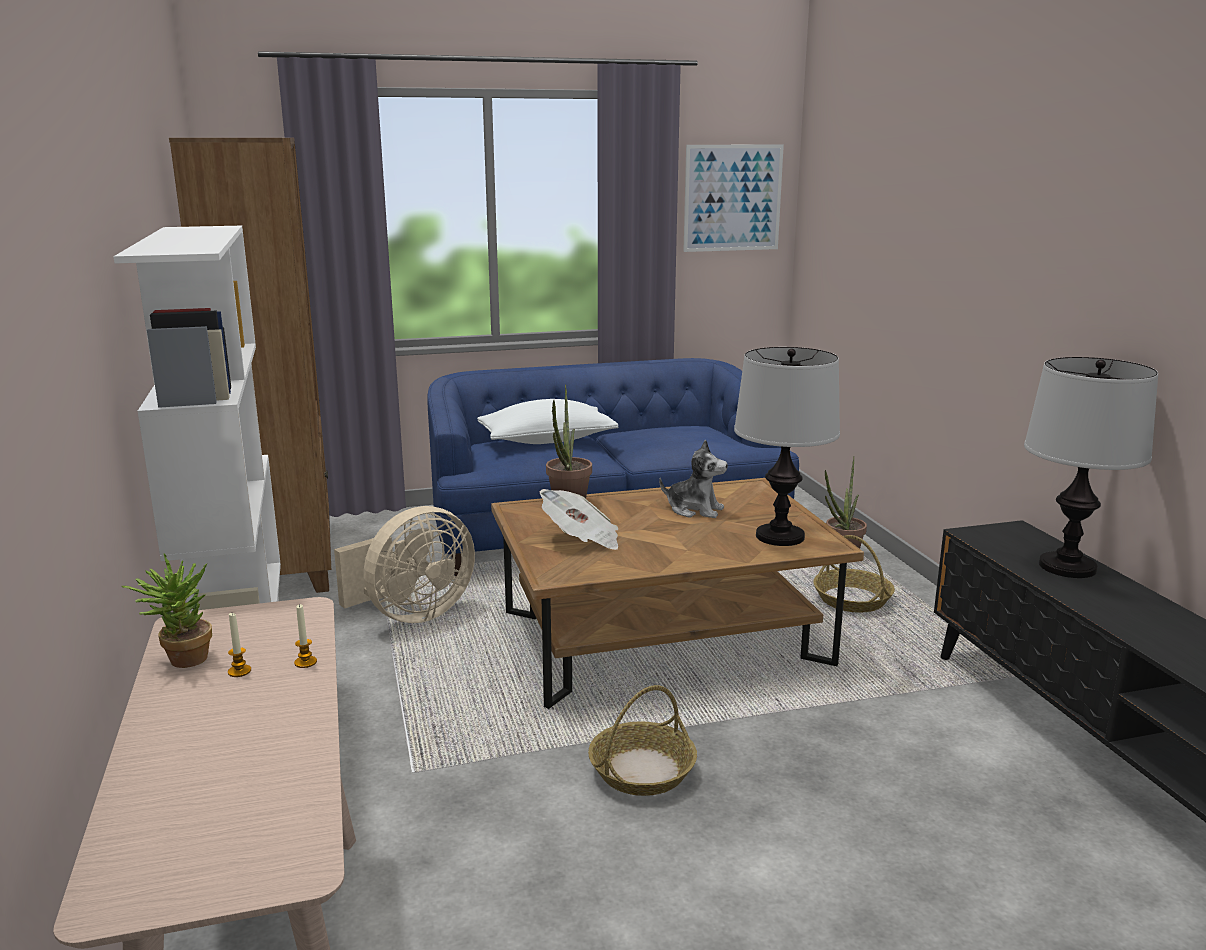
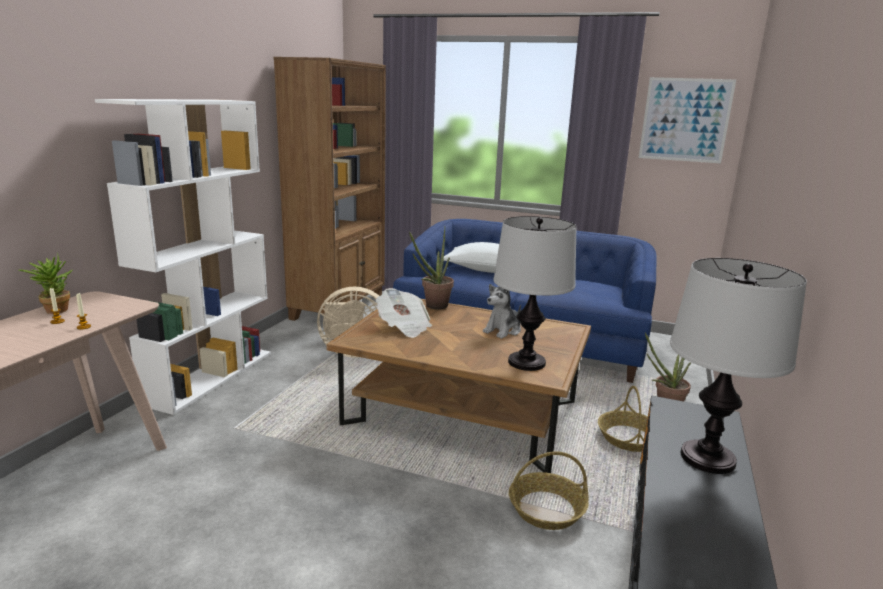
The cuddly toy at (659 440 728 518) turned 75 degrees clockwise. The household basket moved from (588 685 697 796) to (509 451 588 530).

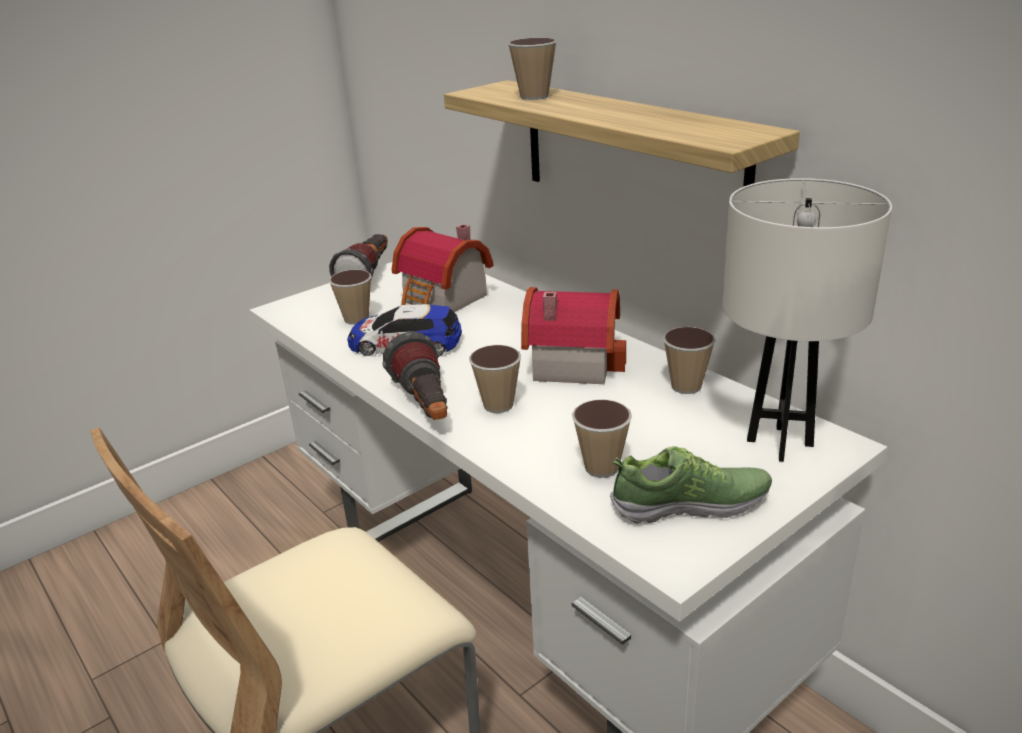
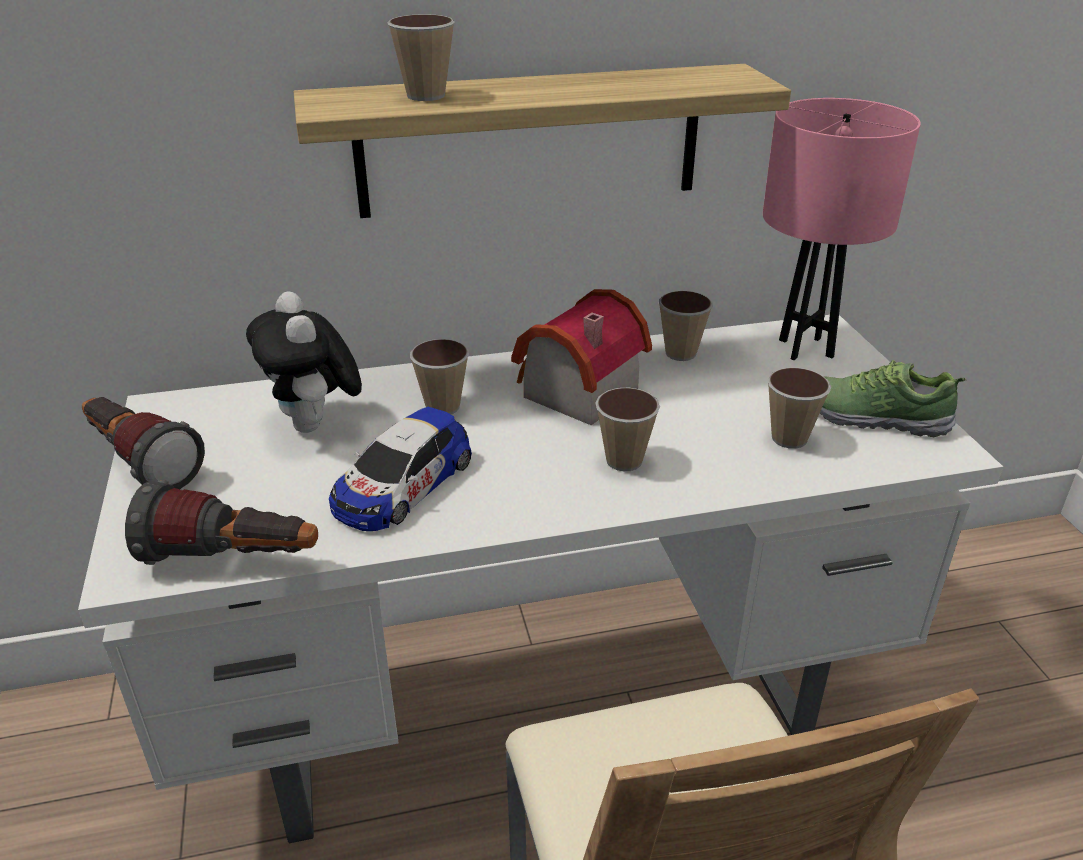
The tabletop lamp (whitish) at (722 178 892 462) became the tabletop lamp (pink) at (763 98 921 360). The miniature house at (392 224 494 312) was replaced by the cuddly toy at (246 292 362 433). The small cup moved from (329 269 371 325) to (410 339 469 415). The torch moved from (383 332 448 420) to (125 480 318 565). The shoe at (610 446 772 524) turned 90 degrees counterclockwise.

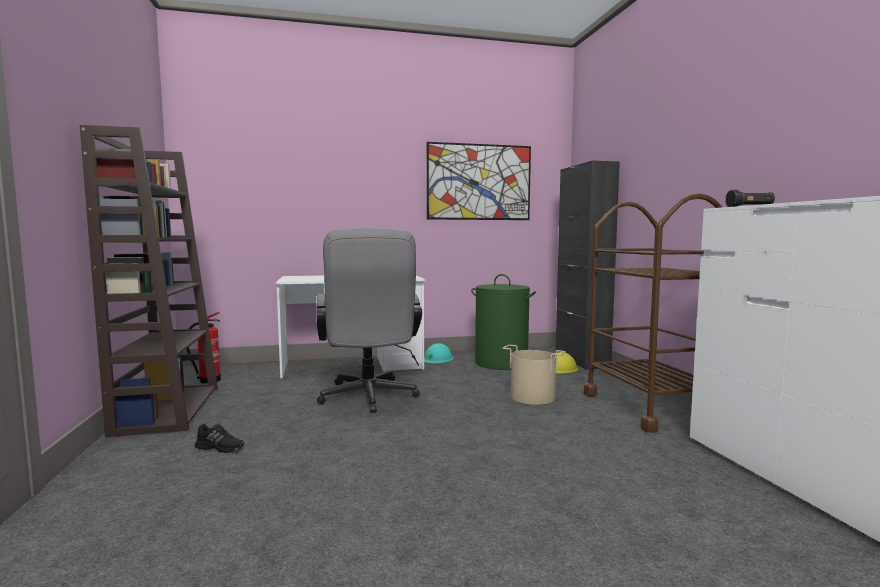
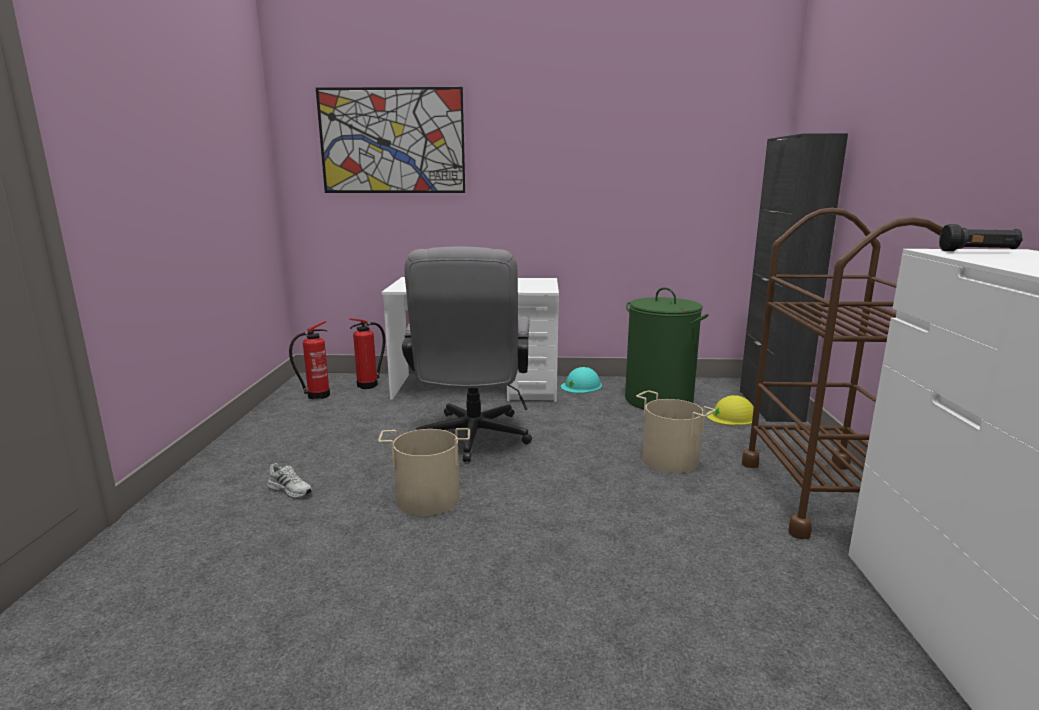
The bookcase (brown-coloured) at (80 125 218 437) disappeared. The wall picture moved from (427 142 531 220) to (316 87 465 193). The shoe (black) at (195 424 244 453) became the shoe (whitish) at (267 463 312 499). The fire extinguisher at (349 318 385 389) appeared. The bucket (beige) at (378 428 470 516) appeared.

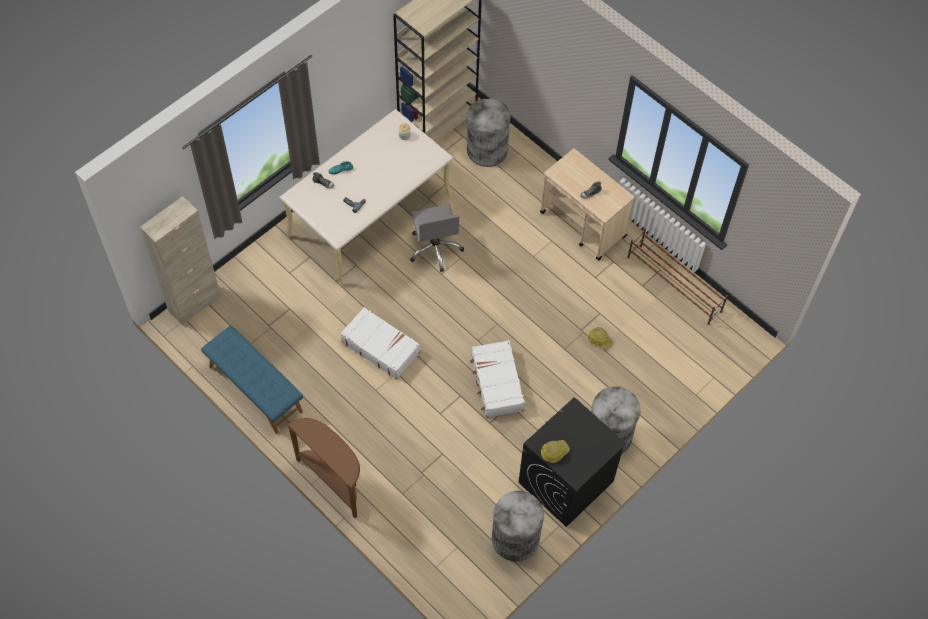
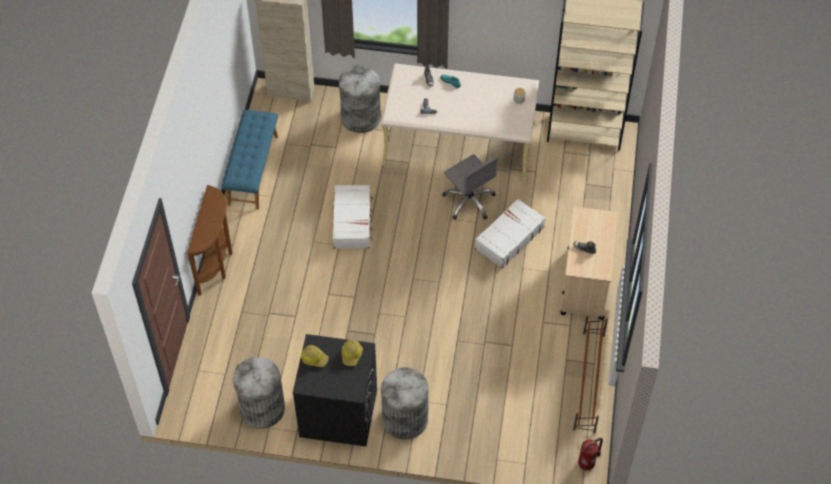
The rubbish bin (greyish) moved from (467 99 510 167) to (339 65 381 133). The computer chair (greyish) at (410 204 464 272) turned 75 degrees counterclockwise. The hard hat moved from (588 327 613 350) to (341 340 363 366). The suitcase (whitish) moved from (470 340 525 418) to (475 199 546 268). The fire extinguisher at (578 438 603 471) appeared.

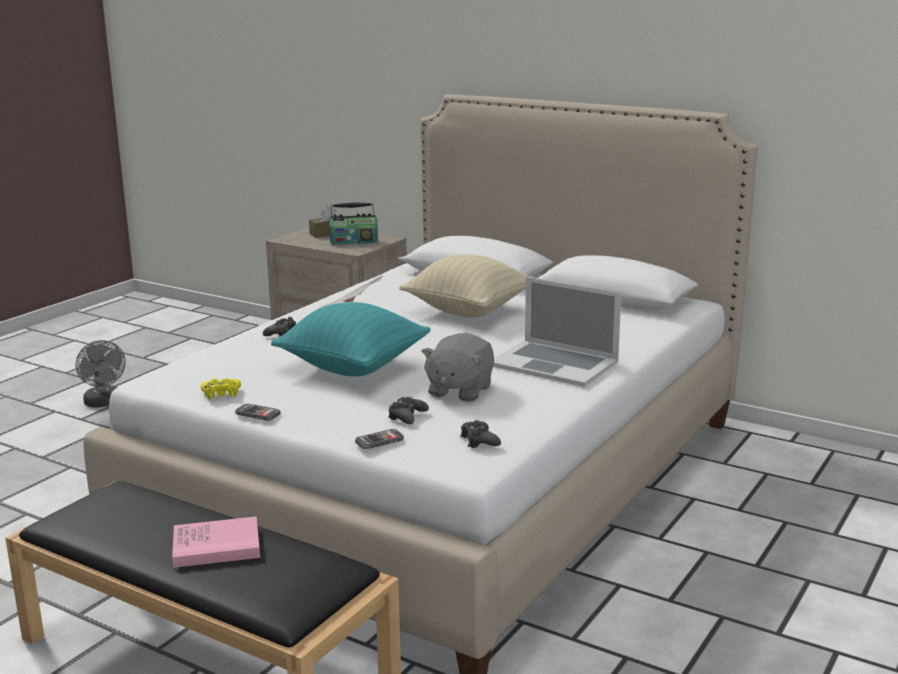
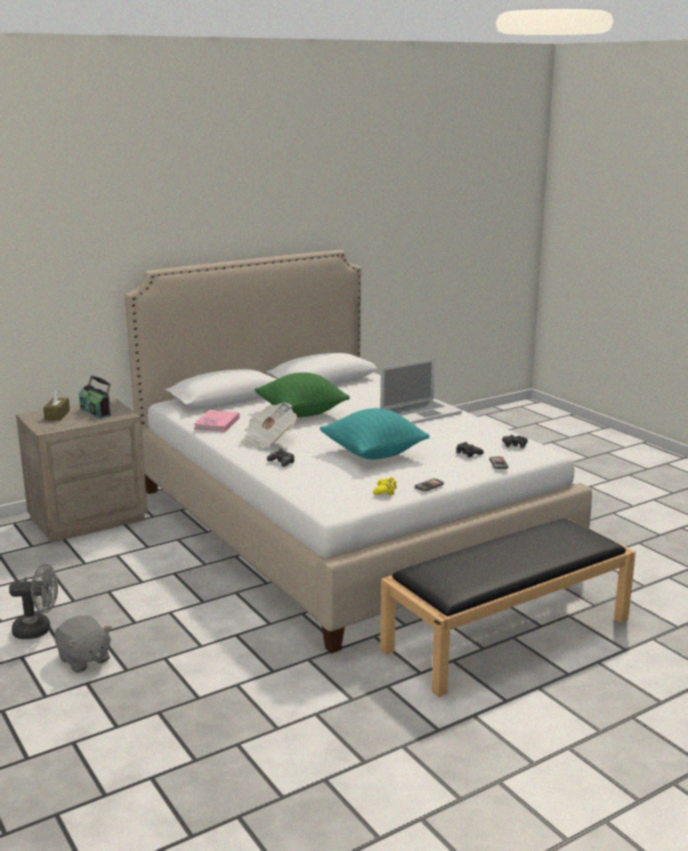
The radio set at (329 202 378 245) turned 120 degrees clockwise. The pillow (beige) at (399 254 536 317) became the pillow (green) at (254 372 350 417). The cuddly toy (greyish) moved from (421 333 494 402) to (55 616 112 673). The book (pink) moved from (172 516 260 568) to (194 410 240 432).

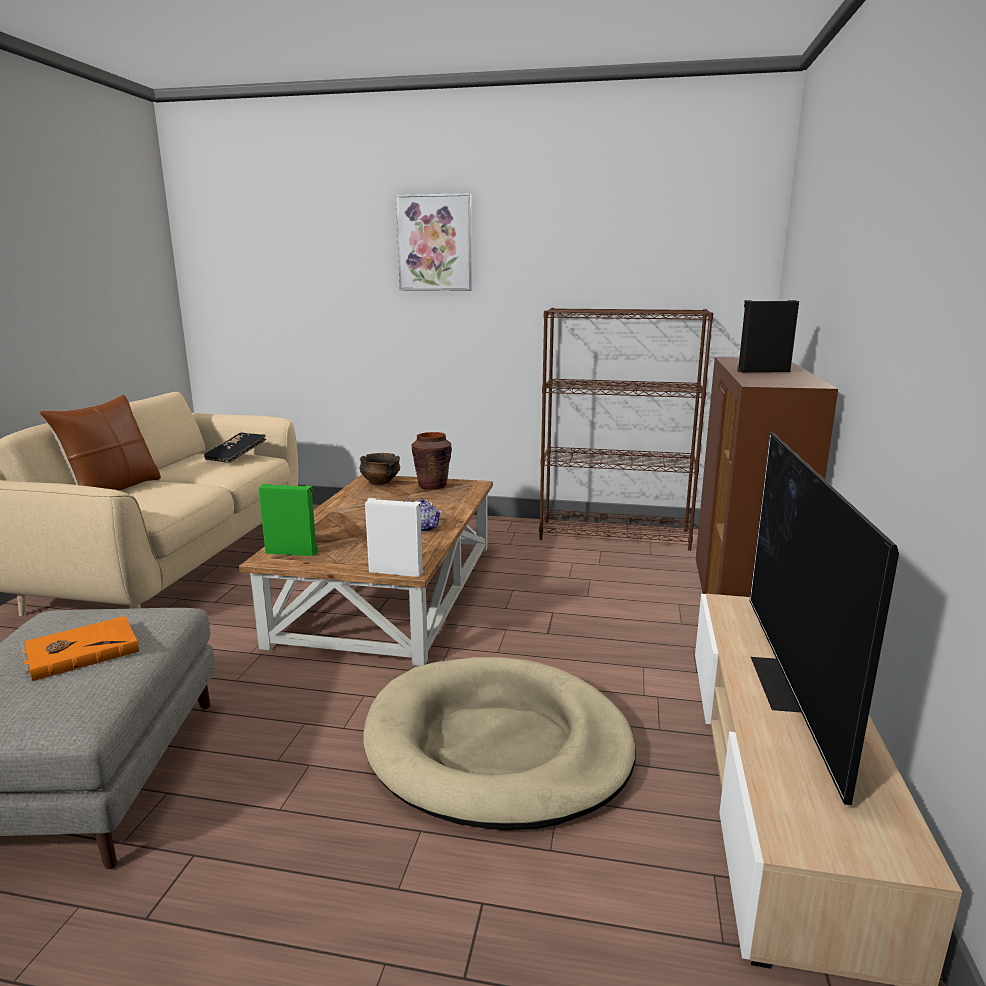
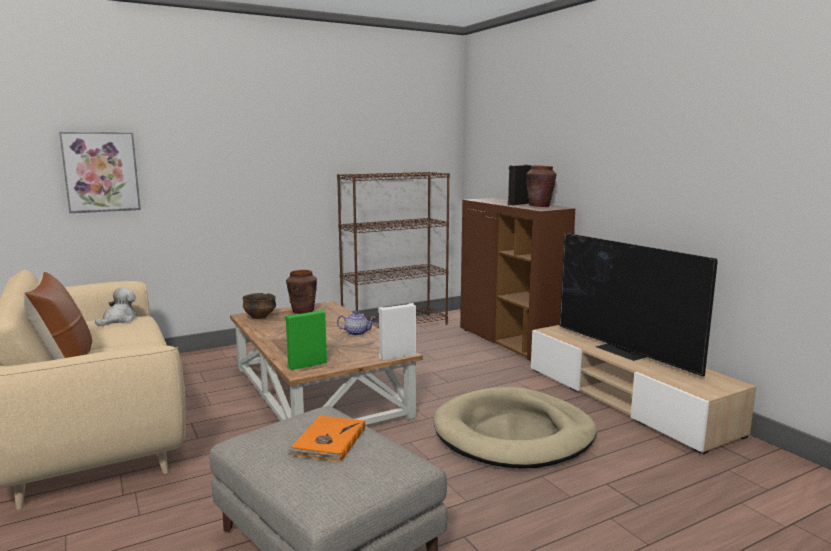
The wall picture moved from (396 193 472 291) to (59 132 141 213). The book (black) at (204 432 266 463) was replaced by the cuddly toy at (95 288 136 326). The flower vase (brown-coloured) at (526 166 556 207) appeared.

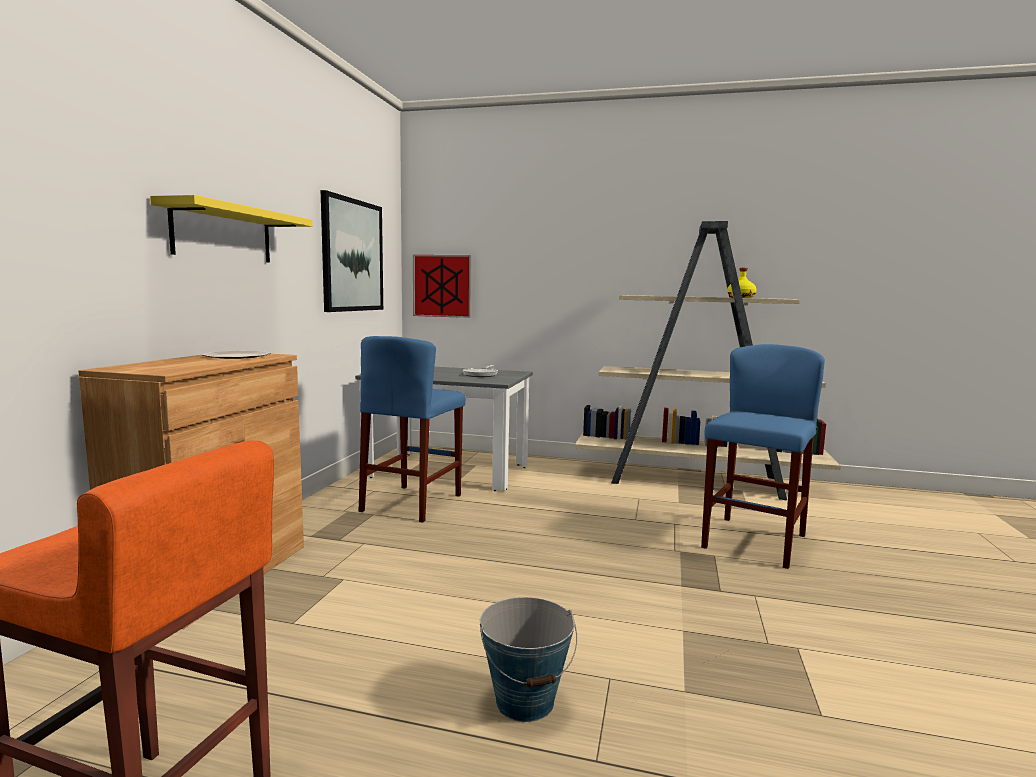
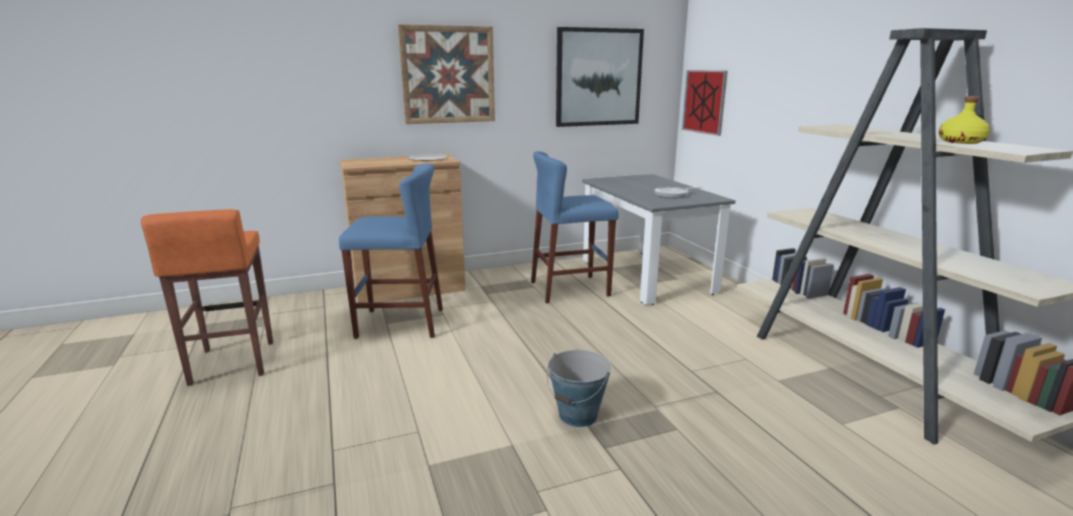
The wall shelf (yellowish) at (150 195 312 262) was replaced by the wall picture at (398 24 495 124). The stool seat (blue-coloured) moved from (701 344 825 569) to (339 164 443 339). The bucket moved from (479 597 577 722) to (547 350 612 427).

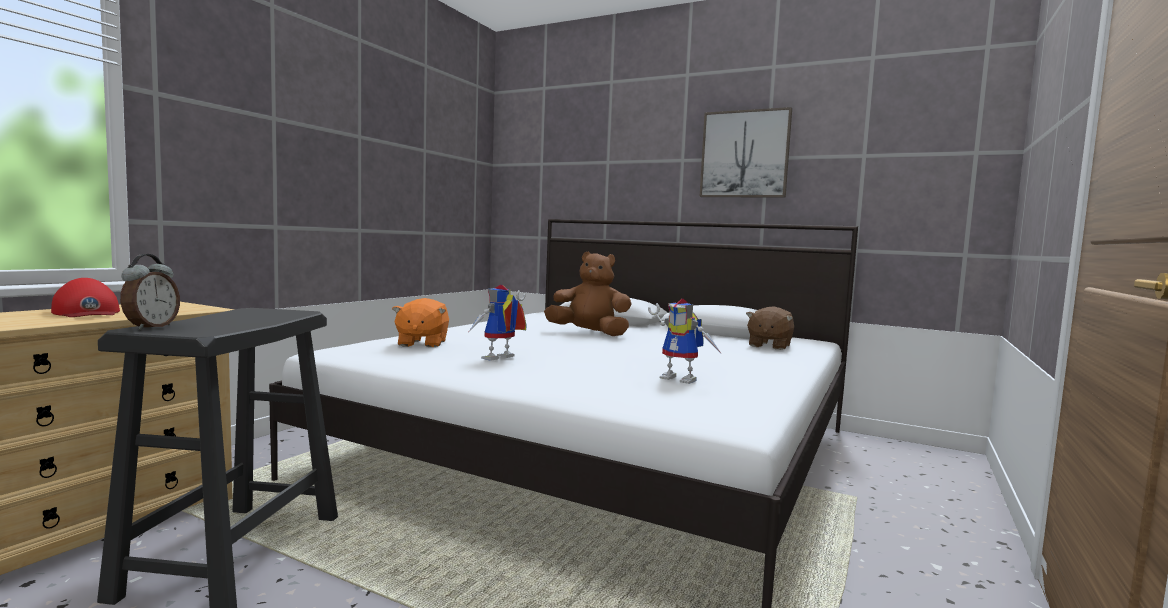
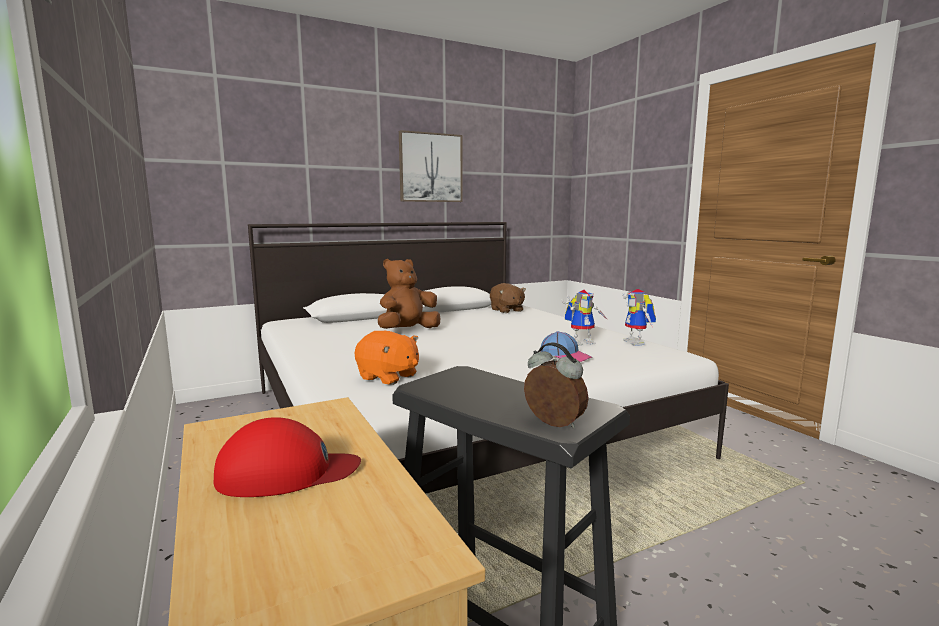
The robot figure moved from (469 285 526 361) to (622 289 656 346). The cap at (541 331 592 362) appeared.

